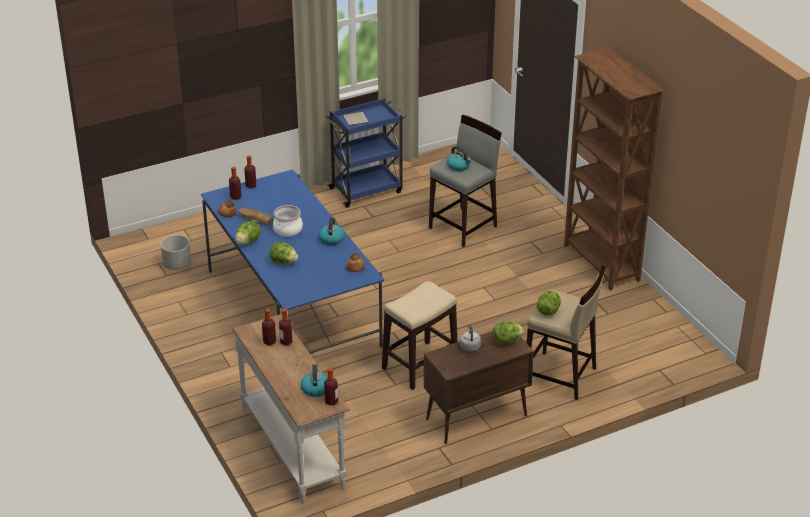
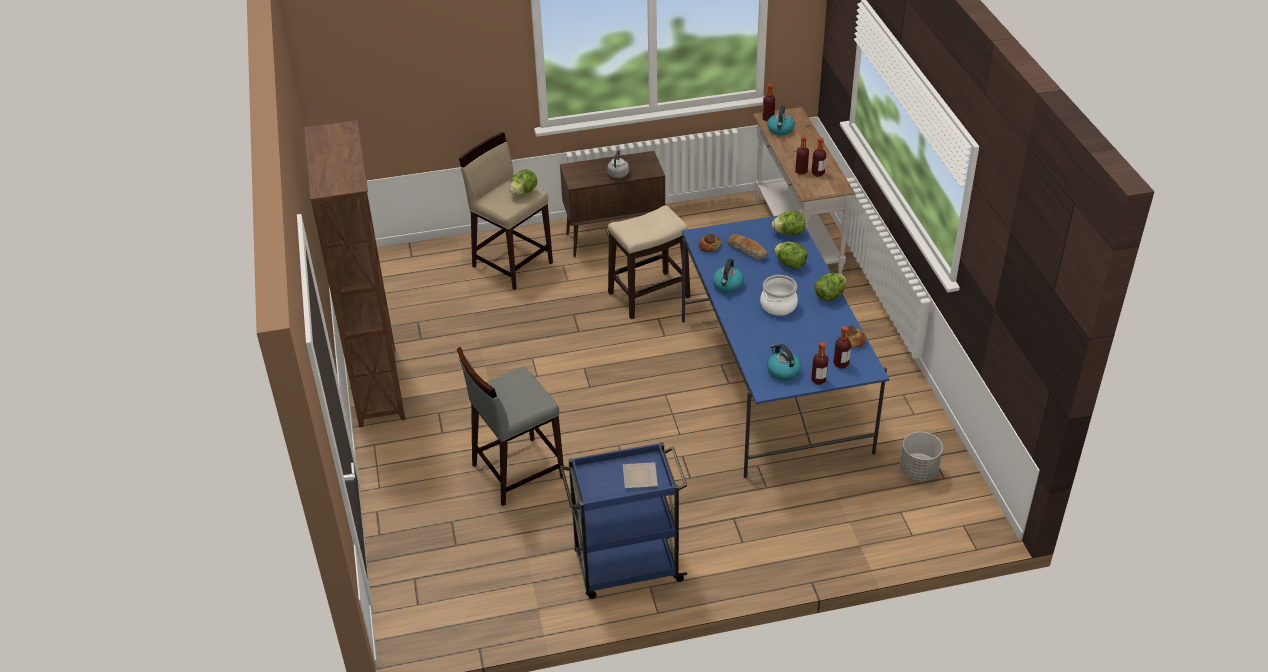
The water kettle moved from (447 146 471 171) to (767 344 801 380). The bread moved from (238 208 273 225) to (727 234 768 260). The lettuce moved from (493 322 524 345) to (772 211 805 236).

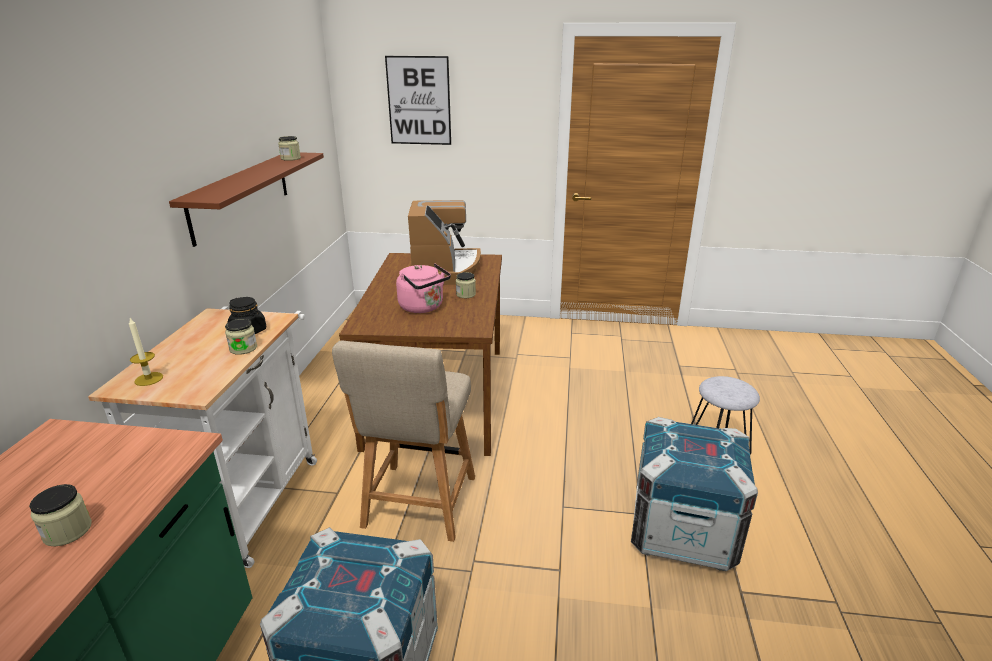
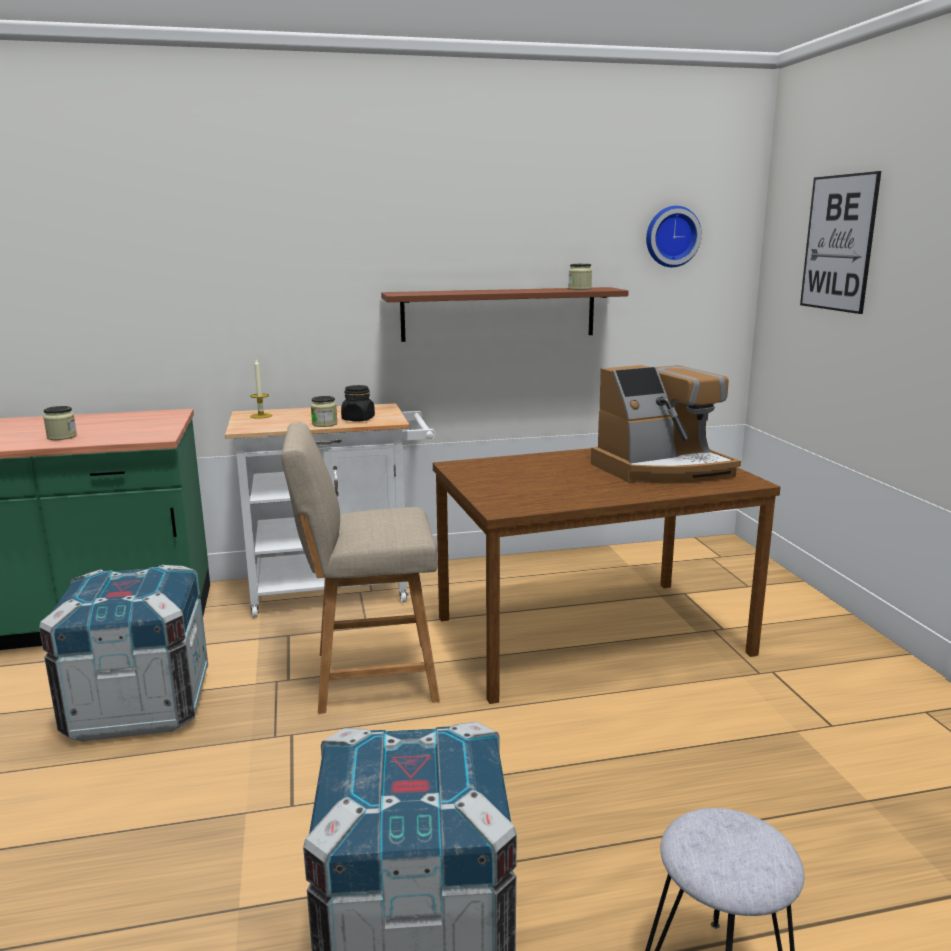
The water kettle (pink) at (396 263 451 313) disappeared. The storage jar at (456 272 476 298) disappeared. The clock on the wall at (646 206 702 267) appeared.

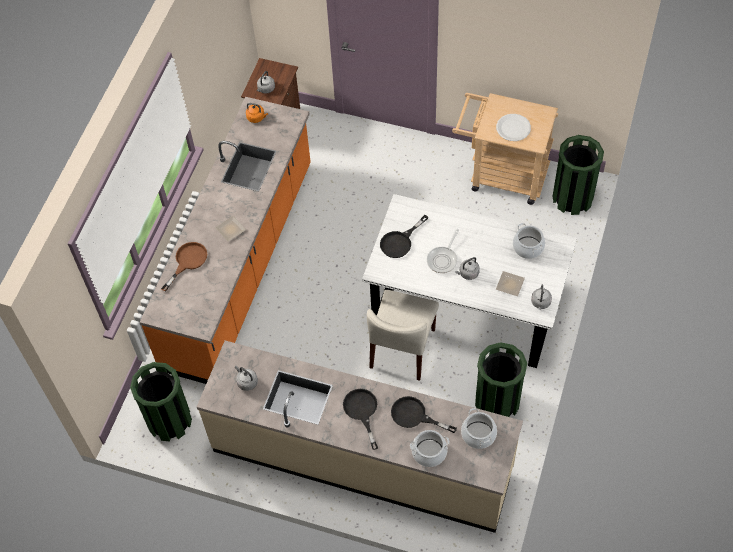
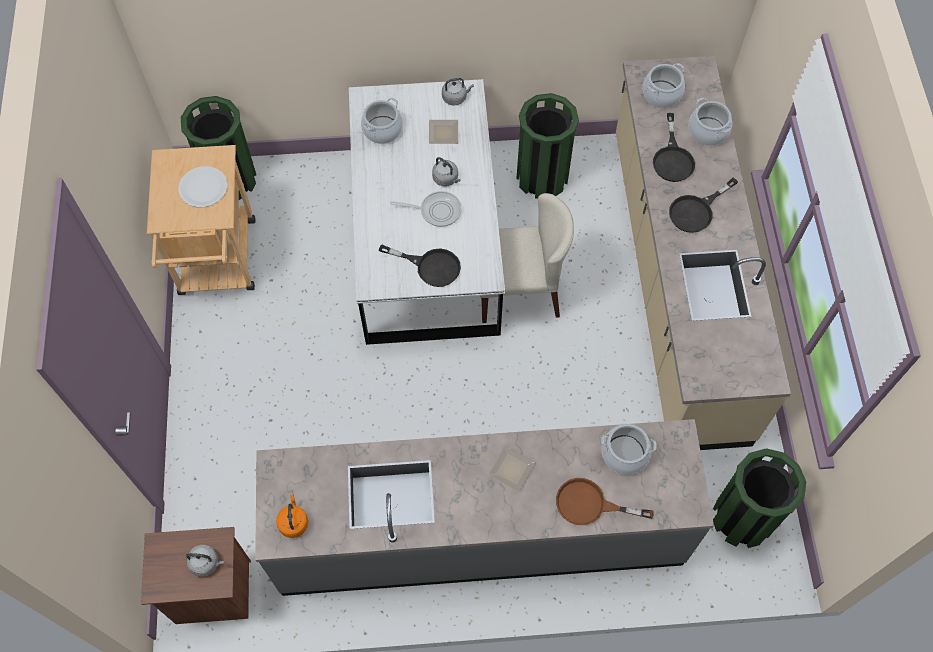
The kitchen counter (orange-coloured) at (140 97 311 384) became the kitchen counter (greyish) at (255 419 714 596). The water kettle (greyish) at (235 366 258 391) disappeared. The cooking pot at (601 424 657 475) appeared.

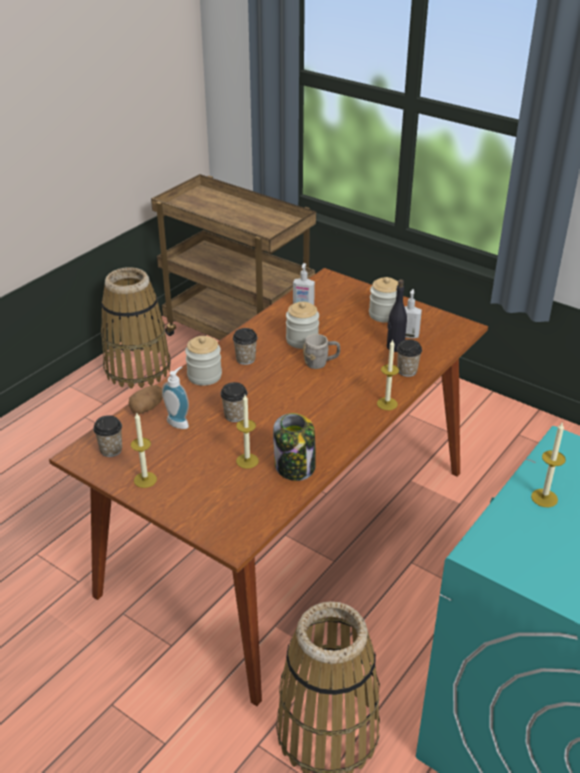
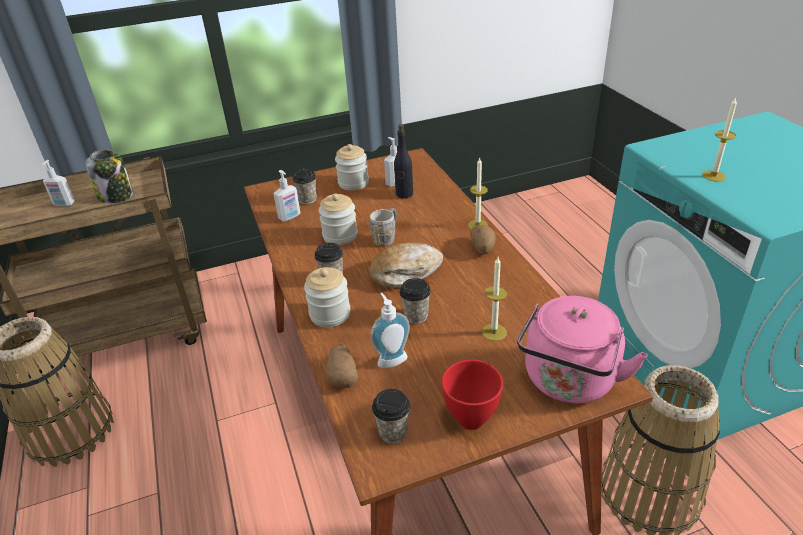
The small cup moved from (397 339 422 377) to (292 169 317 204). The wax light at (131 413 157 488) was replaced by the serving bowl (red-coloured) at (441 360 503 430). The storage jar moved from (273 413 316 481) to (85 150 133 203). The liquid soap bottle at (42 160 75 207) appeared. The whole potato at (470 225 496 254) appeared. The bread at (370 243 443 289) appeared. The water kettle (pink) at (517 296 648 403) appeared.

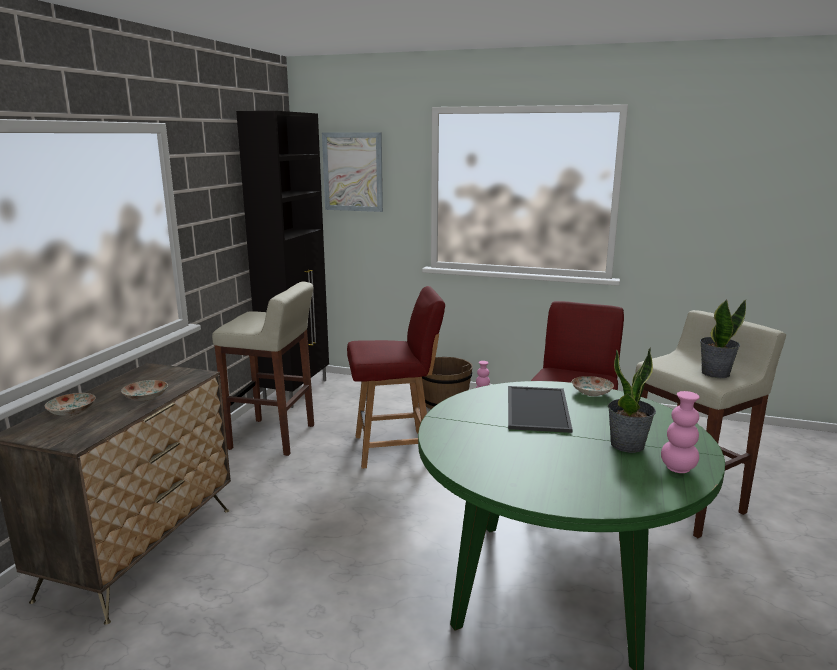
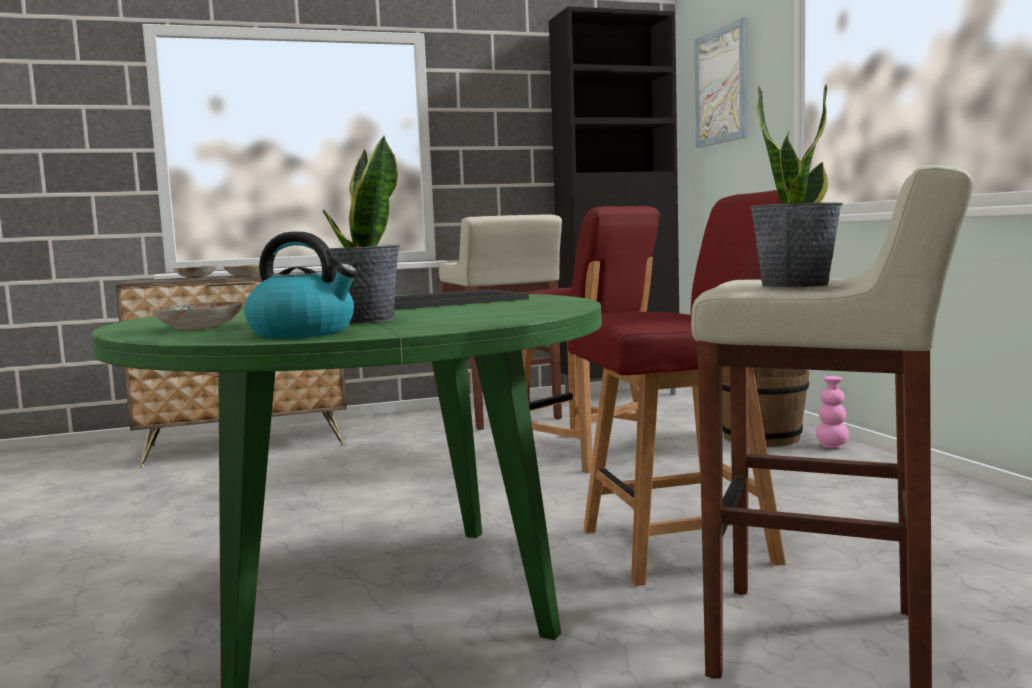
The plate moved from (572 376 614 396) to (150 302 243 330). The flower vase (pink) at (661 391 700 473) was replaced by the water kettle at (244 231 358 338).

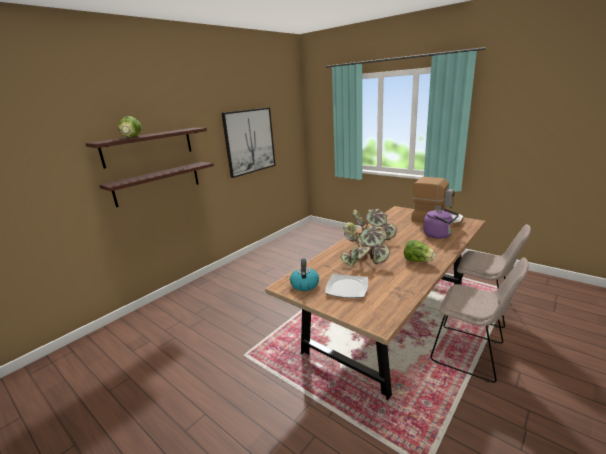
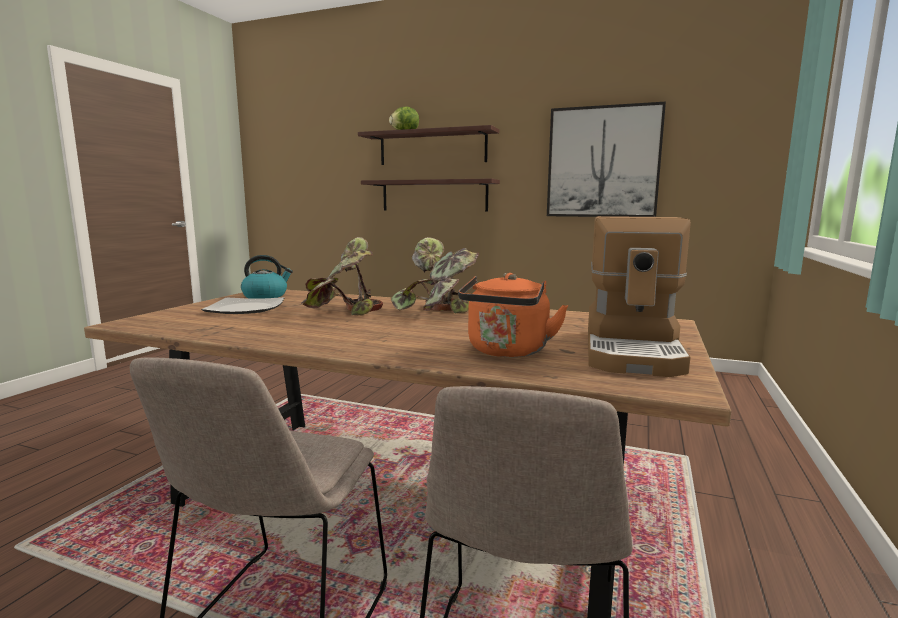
The water kettle (purple-coloured) at (423 208 459 239) became the water kettle (orange-coloured) at (458 273 568 357). The lettuce at (404 240 436 262) disappeared.

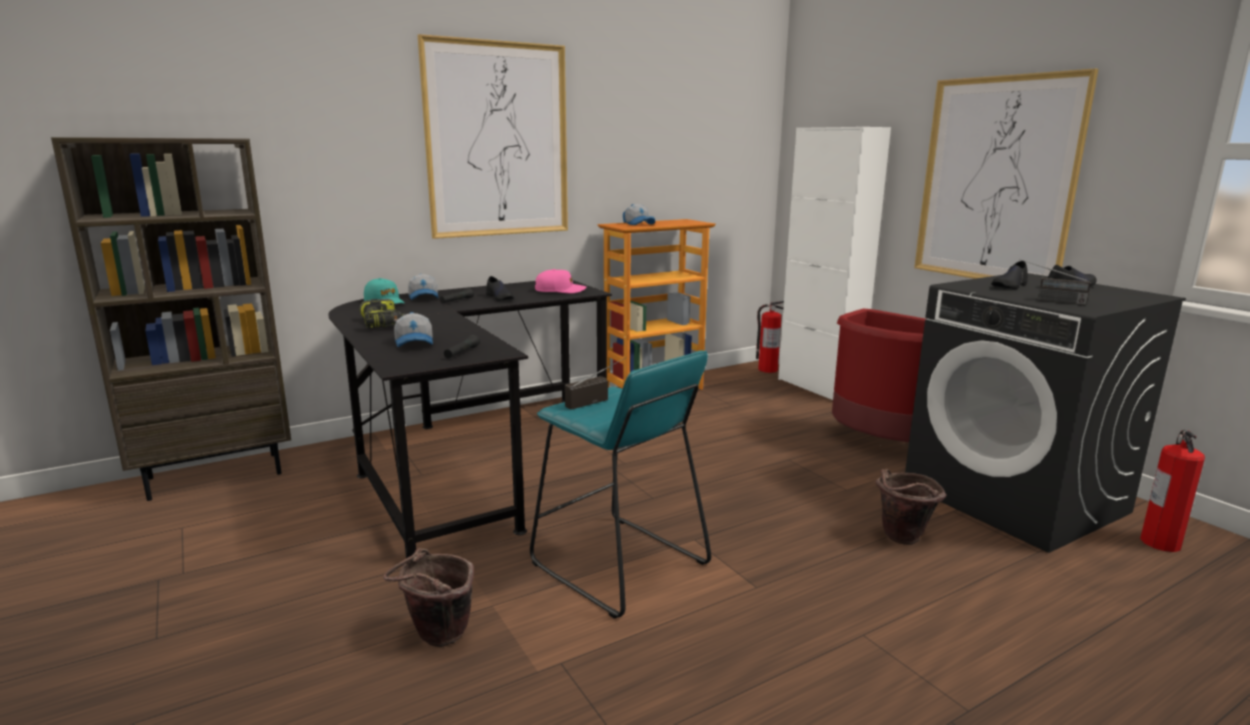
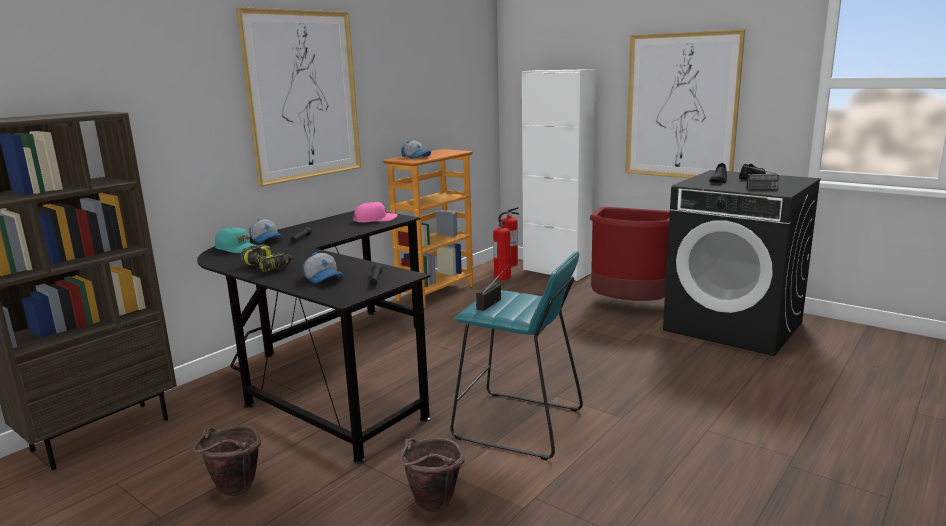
The shoe (black) at (486 276 514 301) disappeared. The fire extinguisher moved from (1140 430 1205 552) to (493 220 511 280). The bucket (brown-coloured) moved from (875 469 947 545) to (194 426 261 496).

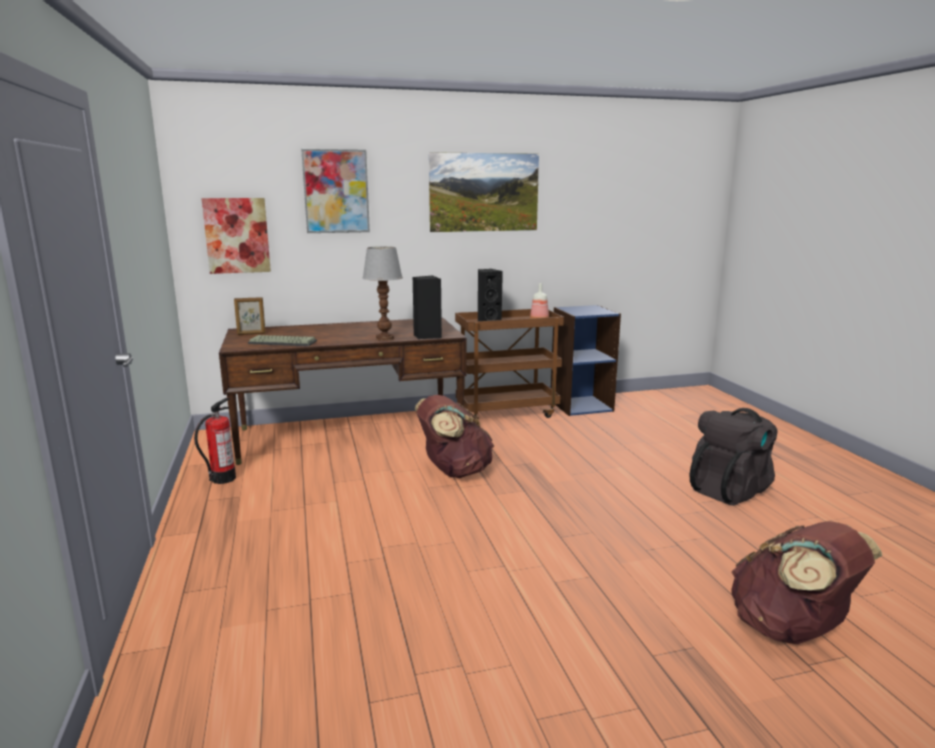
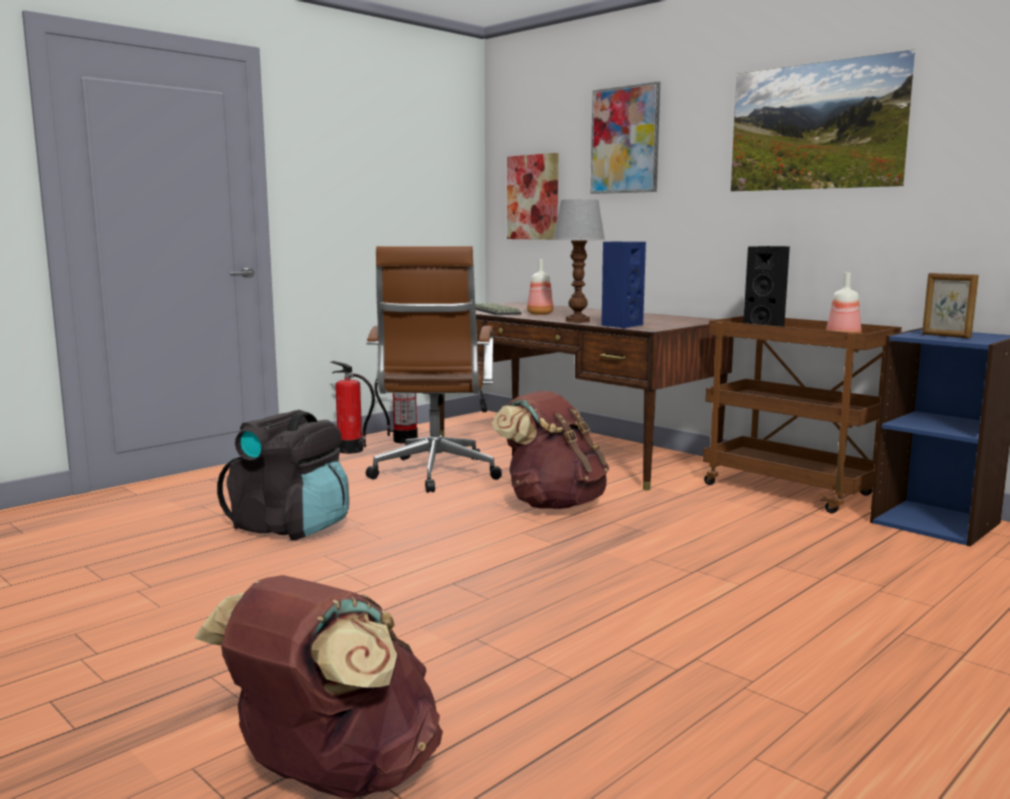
The loudspeaker (black) at (413 275 442 339) became the loudspeaker (blue-coloured) at (601 241 646 329). The standing frame moved from (234 297 266 335) to (922 273 979 338). The rucksack (black) moved from (689 408 777 506) to (217 410 349 540). The computer chair (brown-coloured) at (366 246 502 493) appeared. The drink bottle at (527 259 553 315) appeared. The fire extinguisher at (331 361 375 454) appeared.

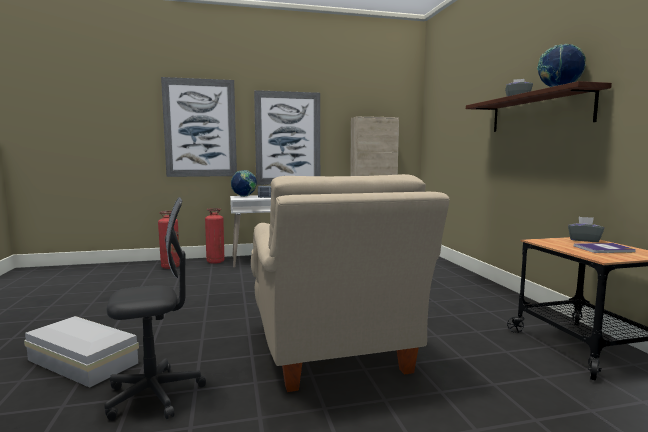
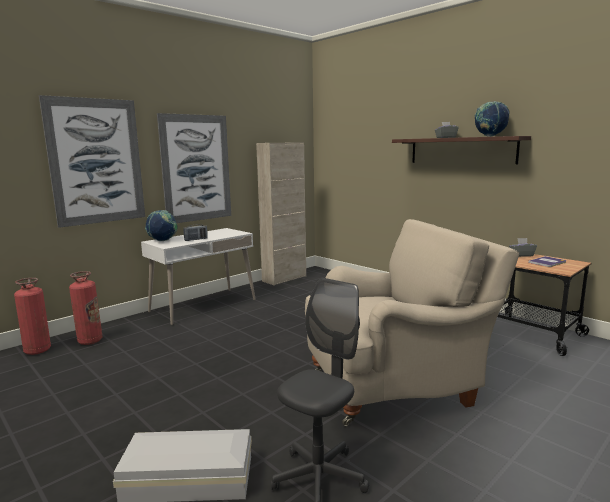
The armchair (beige) at (251 174 450 392) turned 60 degrees counterclockwise. The fire extinguisher moved from (205 208 224 264) to (14 278 51 355).

